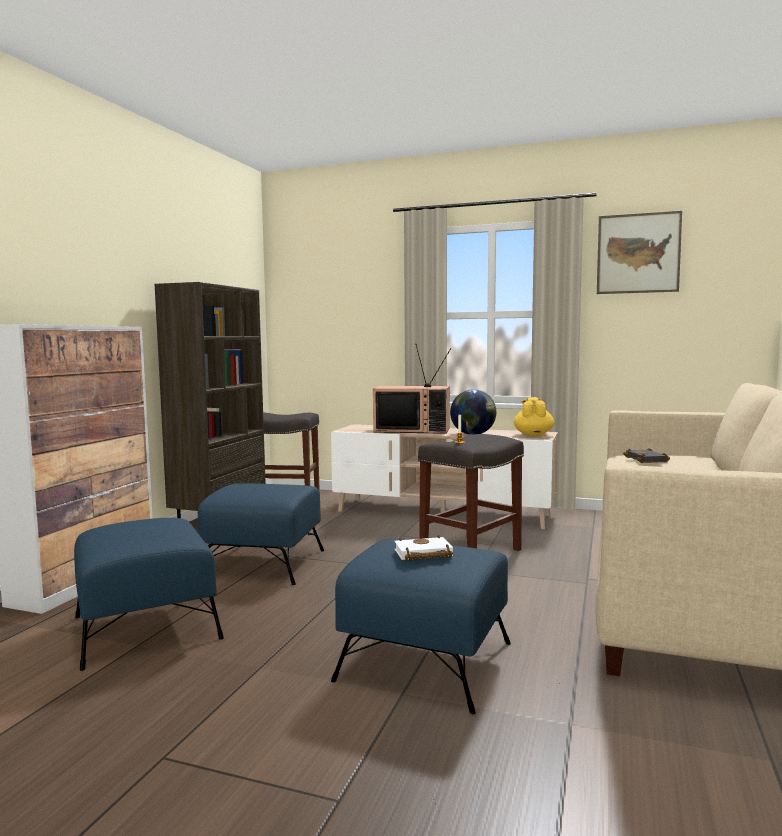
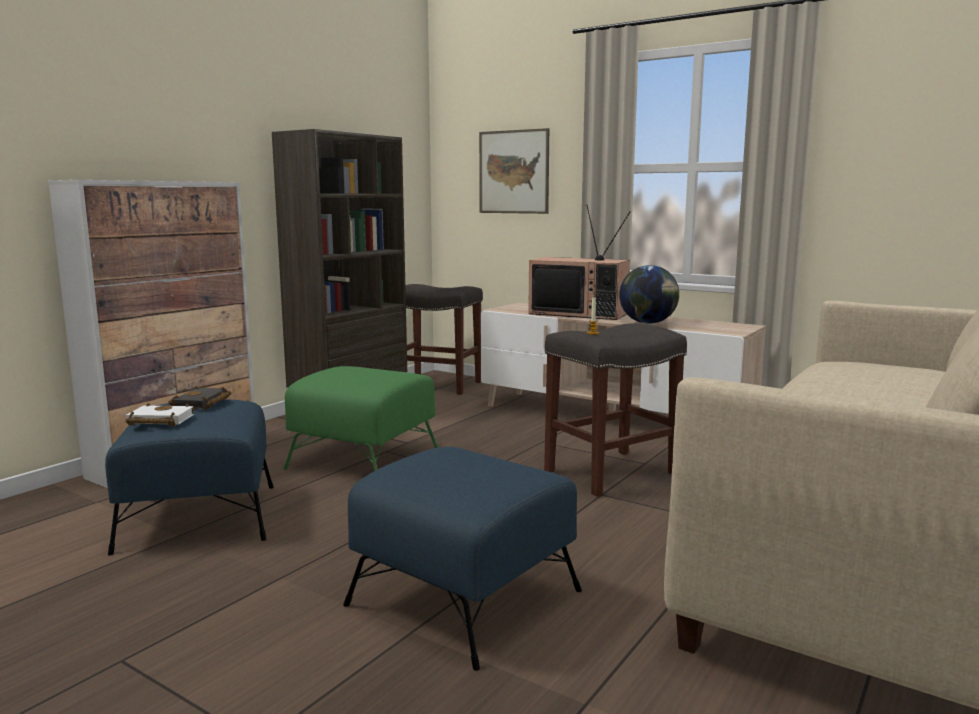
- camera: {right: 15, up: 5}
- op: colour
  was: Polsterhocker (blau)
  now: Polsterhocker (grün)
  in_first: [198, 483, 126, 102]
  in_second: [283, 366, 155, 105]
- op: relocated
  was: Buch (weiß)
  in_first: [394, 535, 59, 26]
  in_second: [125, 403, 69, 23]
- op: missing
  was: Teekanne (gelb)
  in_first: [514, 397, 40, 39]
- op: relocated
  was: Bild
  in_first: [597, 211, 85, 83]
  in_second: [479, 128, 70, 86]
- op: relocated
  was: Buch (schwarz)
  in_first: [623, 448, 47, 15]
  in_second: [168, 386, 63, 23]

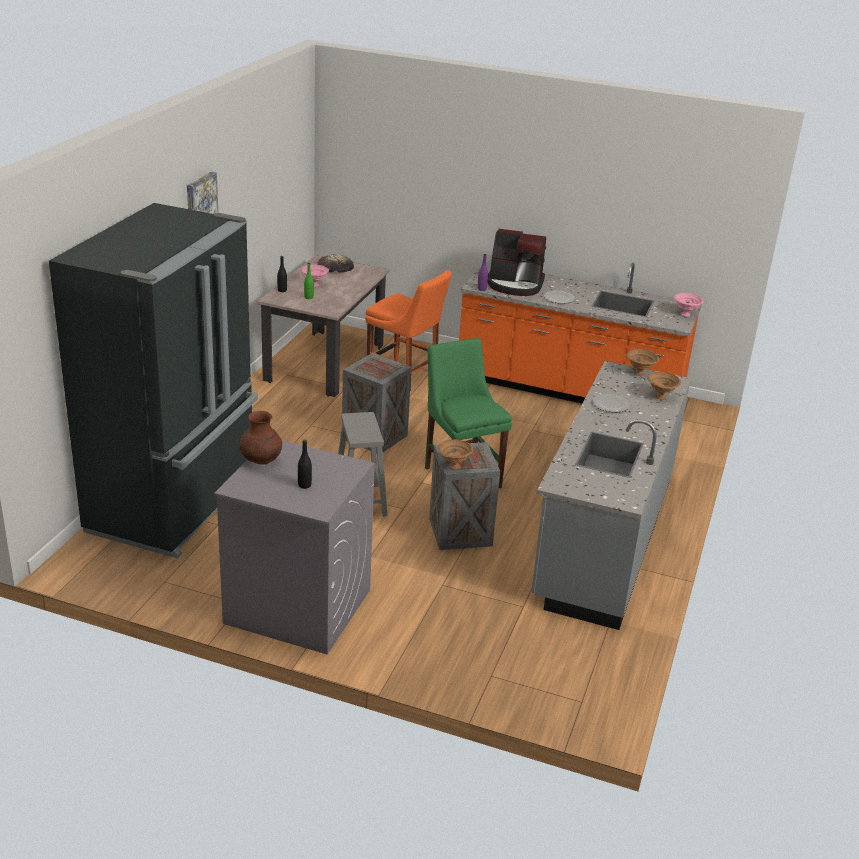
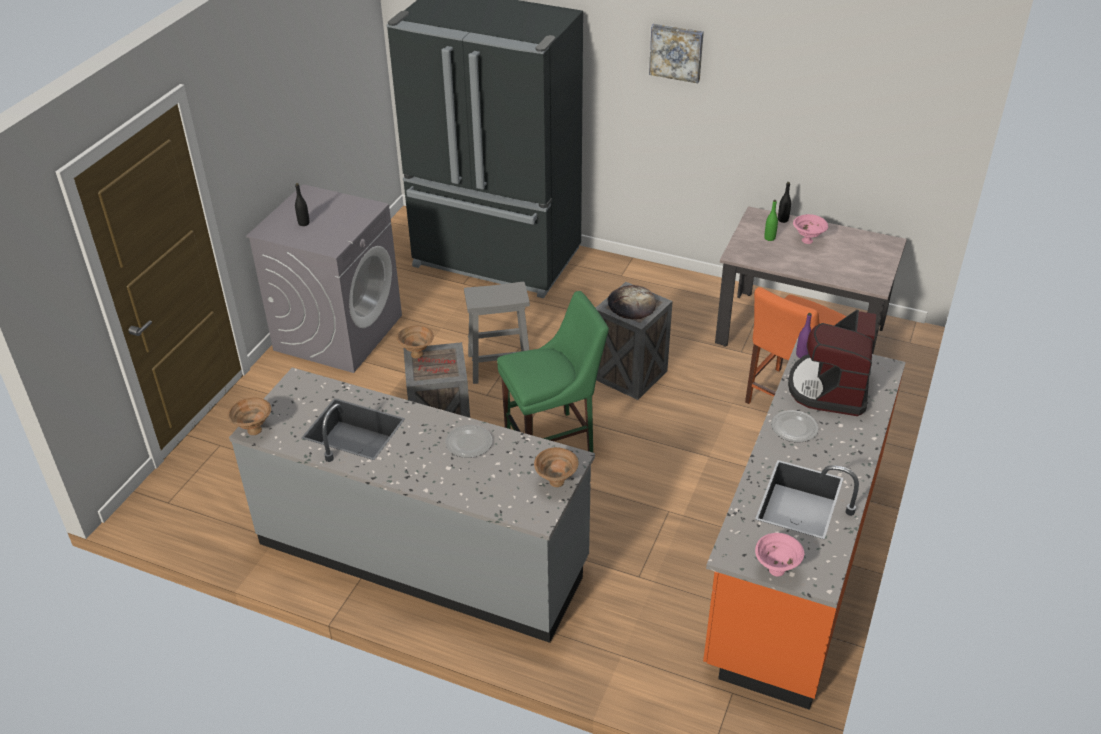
- camera: {right: 95, up: 10}
- op: missing
  was: Vase (braun)
  in_first: [239, 411, 43, 53]
- op: relocated
  was: Brot
  in_first: [317, 254, 37, 18]
  in_second: [607, 285, 49, 34]
- op: relocated
  was: Schüssel (braun)
  in_first: [647, 372, 34, 28]
  in_second: [227, 397, 44, 38]

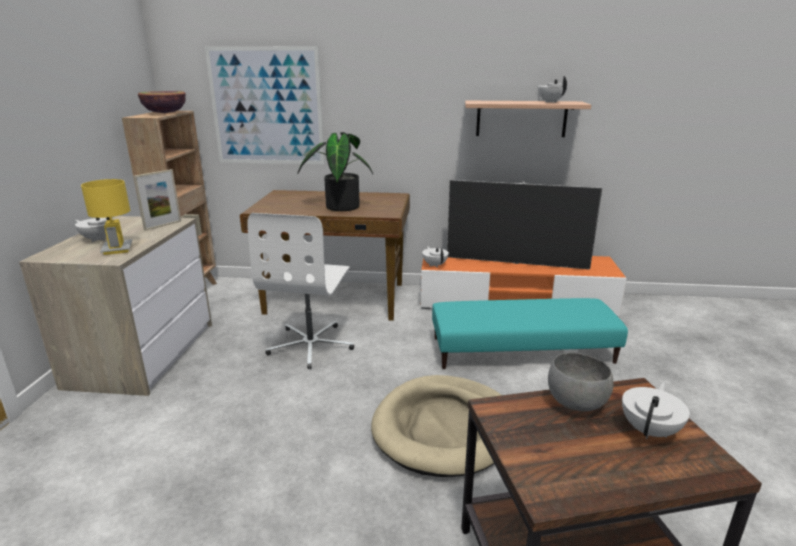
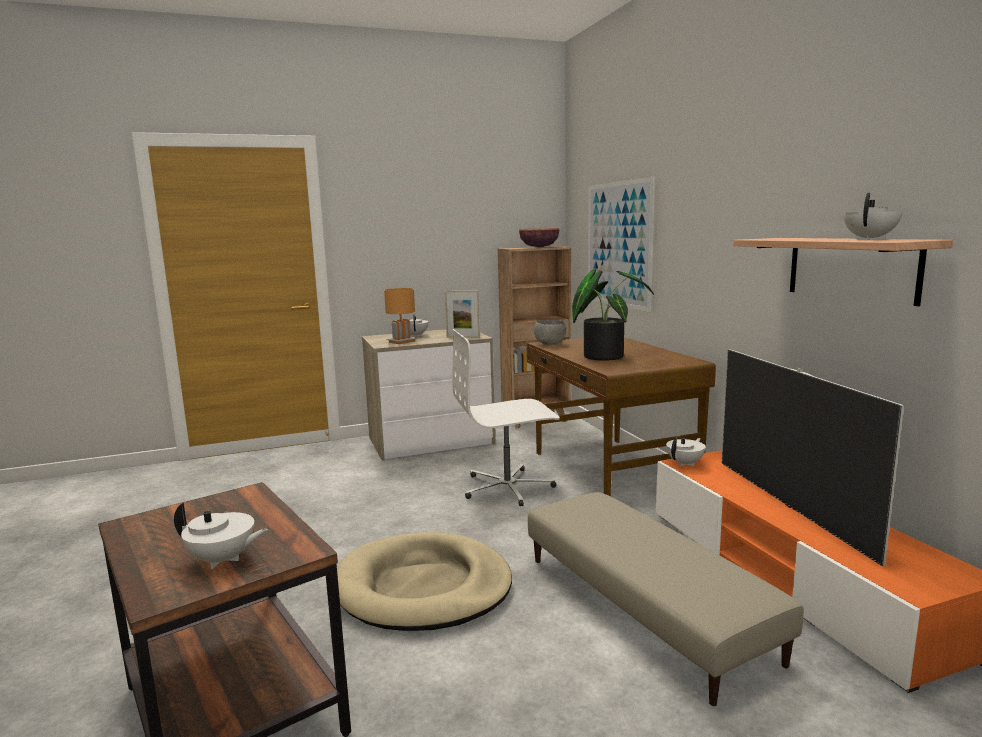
- camera: {right: 65, up: -10}
- op: colour
  was: Tischlampe (gelb)
  now: Tischlampe (braun)
  in_first: [81, 179, 51, 76]
  in_second: [384, 288, 33, 56]
- op: colour
  was: Polsterhocker (türkis)
  now: Polsterhocker (beige)
  in_first: [432, 298, 196, 71]
  in_second: [528, 492, 276, 214]
- op: relocated
  was: Schüssel (grau)
  in_first: [548, 352, 66, 59]
  in_second: [534, 320, 32, 25]

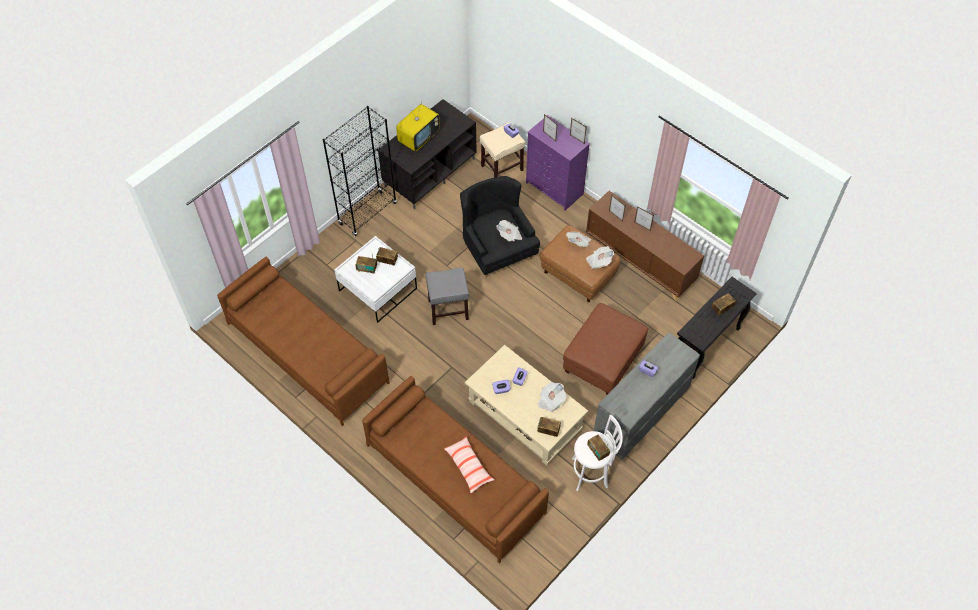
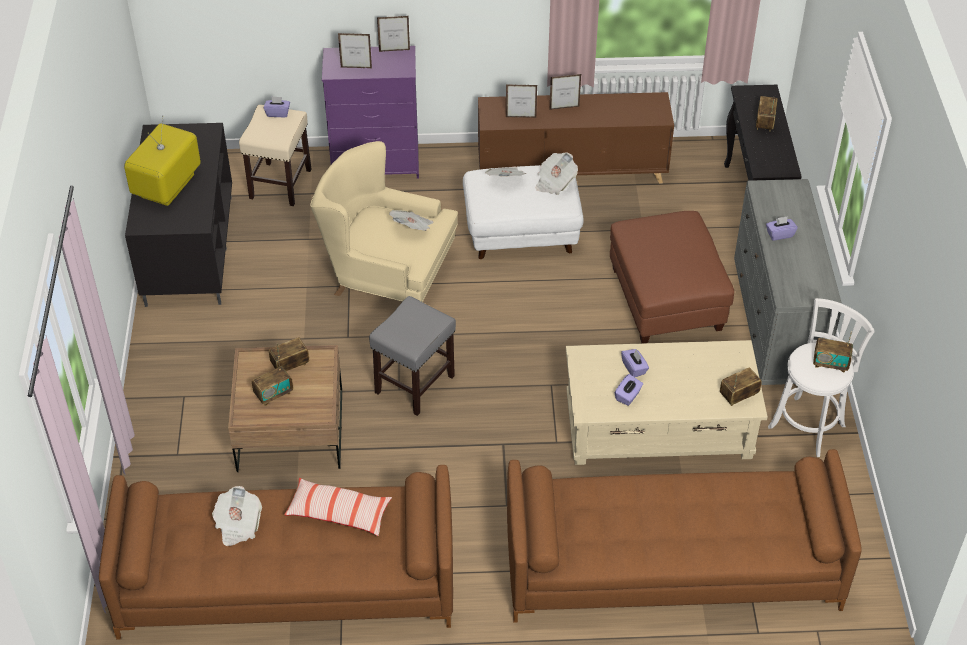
- camera: {right: -45, up: -10}
- op: missing
  was: Bücherregal (schwarz)
  in_first: [323, 106, 74, 130]
- op: colour
  was: Couchtisch (weiß)
  now: Couchtisch (braun)
  in_first: [334, 236, 83, 87]
  in_second: [228, 345, 114, 127]
- op: spun
  was: Fernseher
  in_first: [396, 102, 44, 49]
  in_second: [124, 115, 77, 91]
  clockwise: -150
- op: relocated
  was: Kissen
  in_first: [444, 436, 50, 57]
  in_second: [284, 478, 108, 58]
- op: colour
  was: Sessel (schwarz)
  now: Sessel (beige)
  in_first: [460, 176, 80, 101]
  in_second: [310, 141, 148, 161]
- op: relocated
  was: Zeitung
  in_first: [537, 382, 29, 30]
  in_second: [212, 486, 50, 60]
- op: colour
  was: Polsterhocker (braun)
  now: Polsterhocker (weiß)
  in_first: [540, 225, 81, 77]
  in_second: [463, 165, 121, 94]

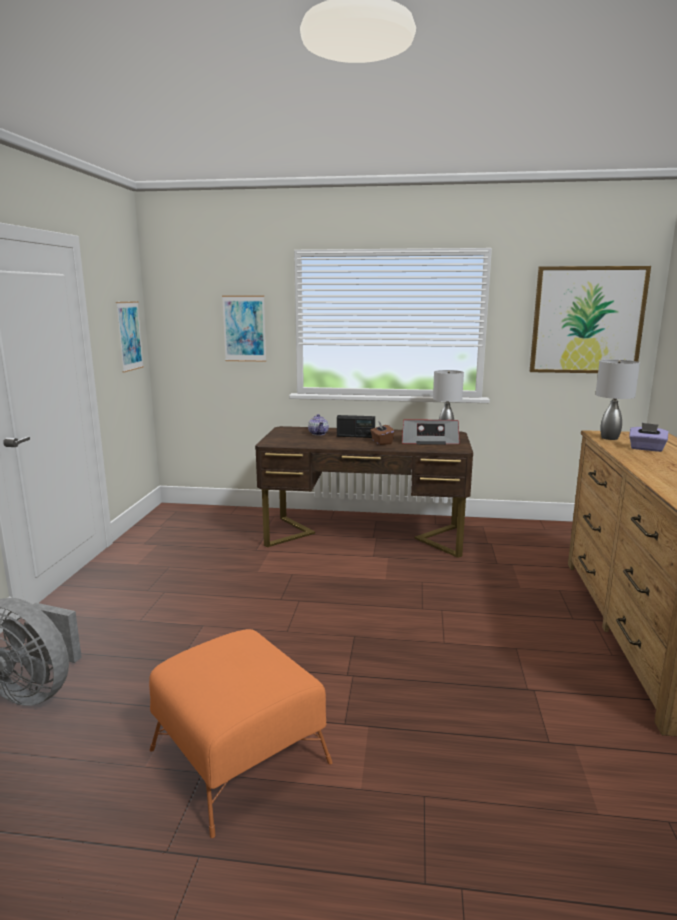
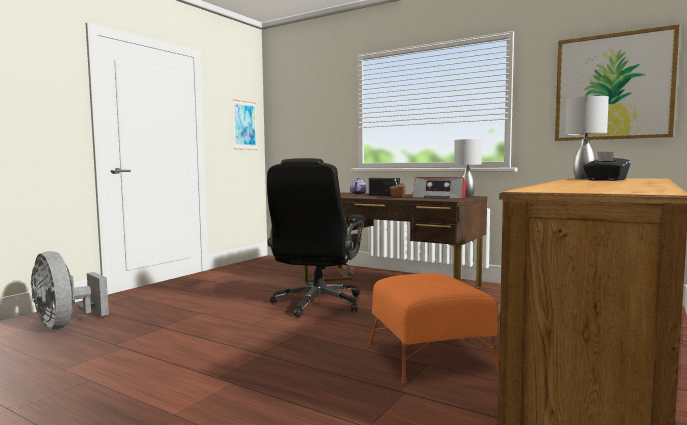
- camera: {right: 25, up: -10}
- op: relocated
  was: Polsterhocker (orange)
  in_first: [149, 629, 184, 209]
  in_second: [369, 273, 130, 110]
- op: missing
  was: Bild
  in_first: [222, 296, 44, 66]
- op: colour
  was: Taschentuchbox (lila)
  now: Taschentuchbox (schwarz)
  in_first: [629, 423, 39, 29]
  in_second: [583, 151, 48, 30]
- op: appeared
  now: Bürostuhl (schwarz)
  in_second: [267, 158, 98, 159]

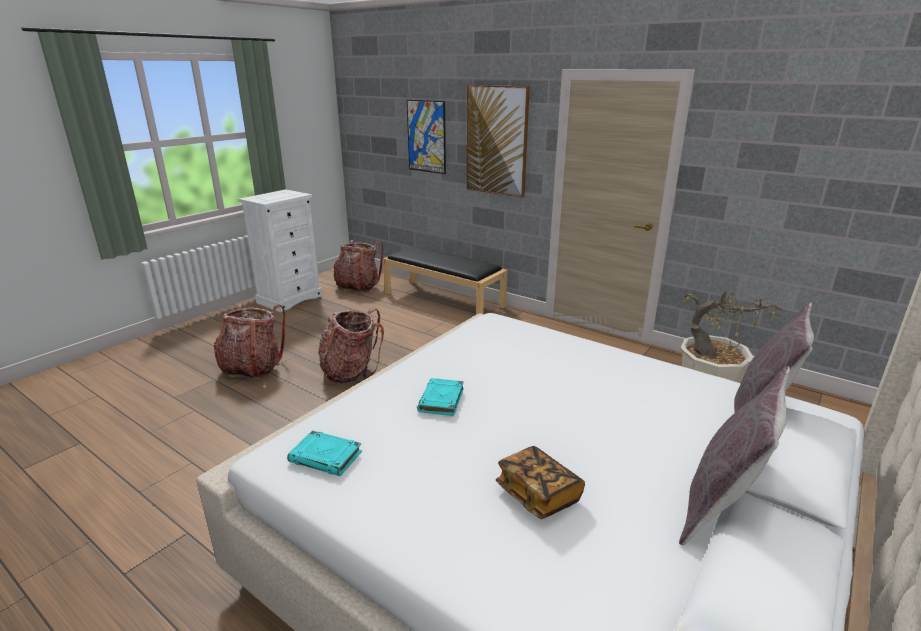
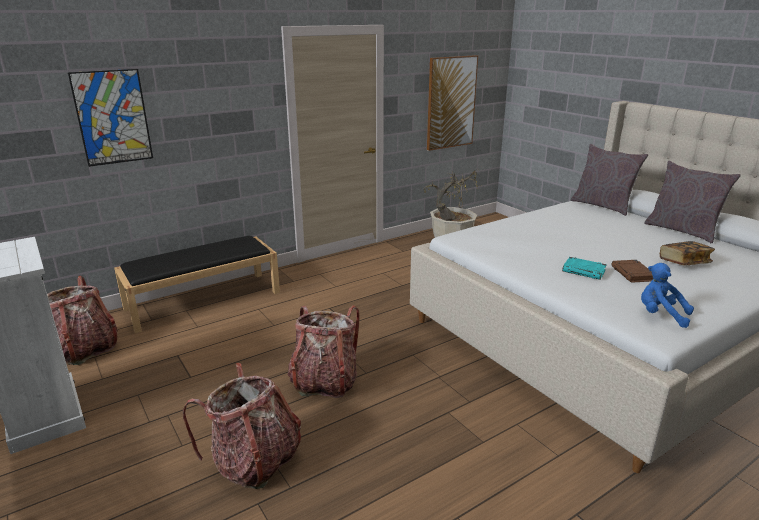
- camera: {right: -70, up: 0}
- op: exchanged
  was: Buch (türkis)
  now: Plüschtier (blau)
  in_first: [287, 430, 75, 46]
  in_second: [641, 263, 53, 65]
- op: relocated
  was: Bild
  in_first: [467, 85, 63, 113]
  in_second: [427, 55, 51, 96]
- op: appeared
  now: Buch (braun)
  in_second: [611, 260, 42, 23]

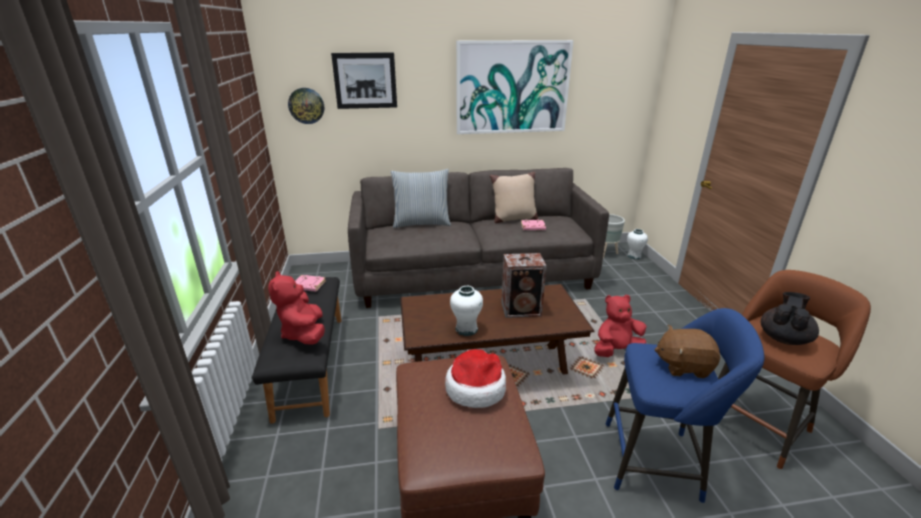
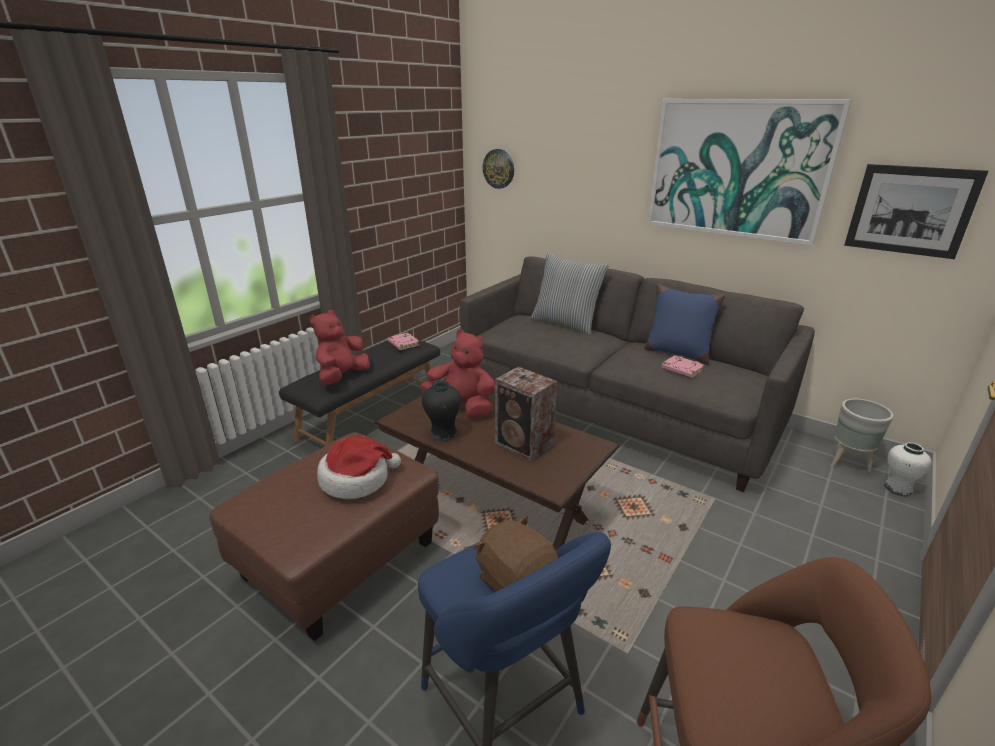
- camera: {right: 45, up: 0}
- op: relocated
  was: Bild
  in_first: [331, 52, 66, 57]
  in_second: [844, 164, 144, 95]
- op: colour
  was: Vase (weiß)
  now: Vase (schwarz)
  in_first: [450, 286, 33, 50]
  in_second: [422, 381, 39, 60]
- op: colour
  was: Kissen (beige)
  now: Kissen (blau)
  in_first: [490, 172, 48, 51]
  in_second: [644, 284, 81, 81]
- op: relocated
  was: Plüschtier (rot)
  in_first: [594, 295, 53, 62]
  in_second: [420, 329, 75, 89]
- op: missing
  was: Teekanne (schwarz)
  in_first: [761, 292, 58, 53]

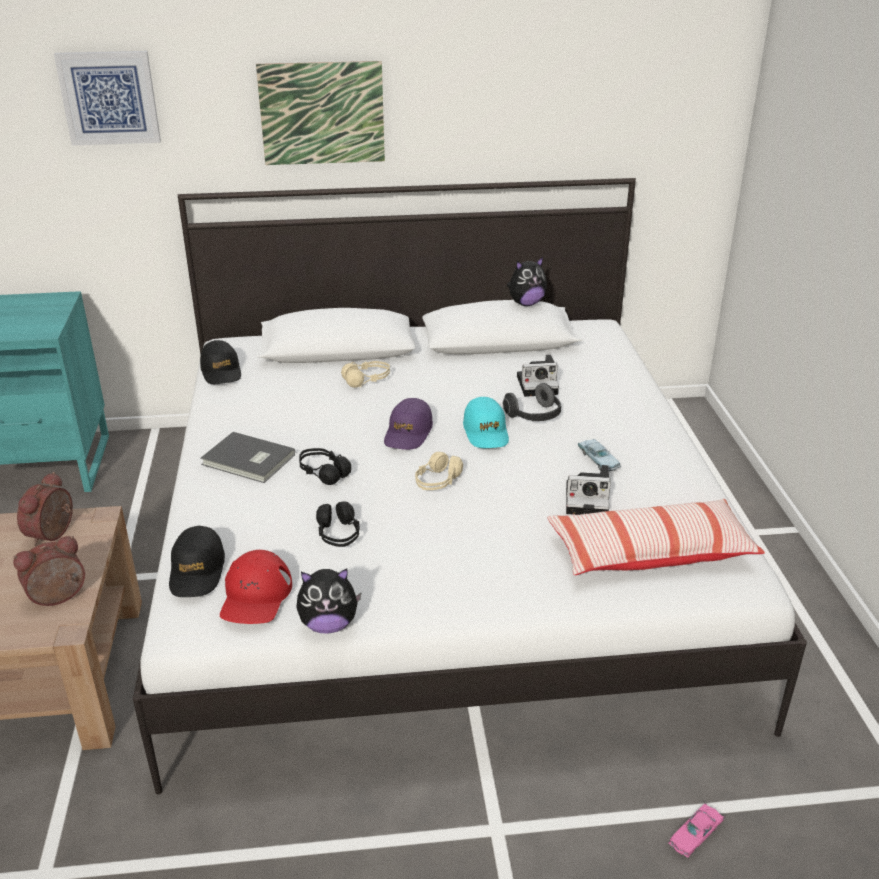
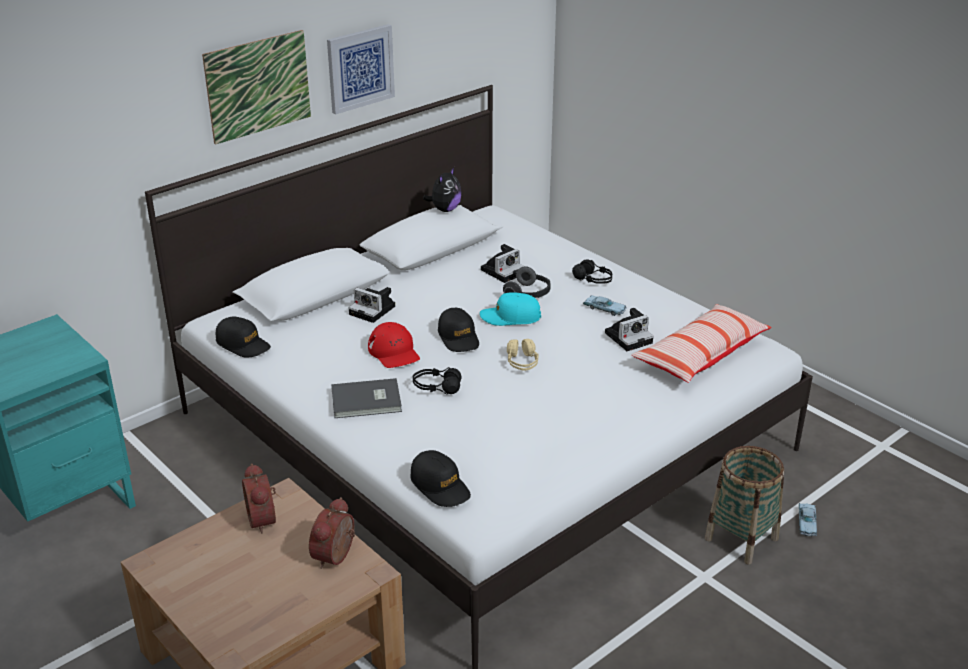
- camera: {right: -35, up: 0}
- op: relocated
  was: Bild
  in_first: [54, 51, 107, 94]
  in_second: [327, 24, 68, 90]
- op: relocated
  was: Kappe (rot)
  in_first: [220, 550, 72, 74]
  in_second: [368, 322, 52, 46]
- op: missing
  was: Plüschtier
  in_first: [296, 569, 66, 65]
- op: relocated
  was: Kopfhörer (schwarz)
  in_first: [316, 501, 44, 46]
  in_second: [572, 259, 40, 25]
- op: exchanged
  was: Kopfhörer (beige)
  now: Kamera
  in_first: [341, 361, 49, 27]
  in_second: [348, 287, 47, 36]
- op: colour
  was: Kappe (lila)
  now: Kappe (schwarz)
  in_first: [384, 398, 49, 52]
  in_second: [438, 308, 41, 44]
- op: spun
  was: Kappe (türkis)
  in_first: [463, 397, 46, 51]
  in_second: [480, 292, 61, 34]
  clockwise: 135
- op: colour
  was: Spielzeugauto (rosa)
  now: Spielzeugauto (blau)
  in_first: [668, 803, 57, 55]
  in_second: [799, 503, 18, 33]
- op: appeared
  now: Korb
  in_second: [705, 446, 79, 119]

